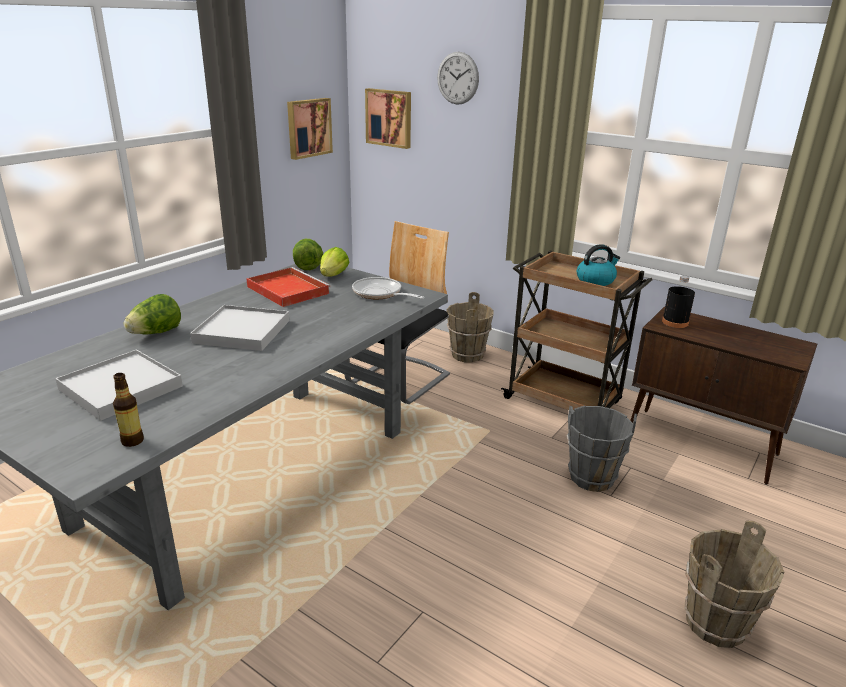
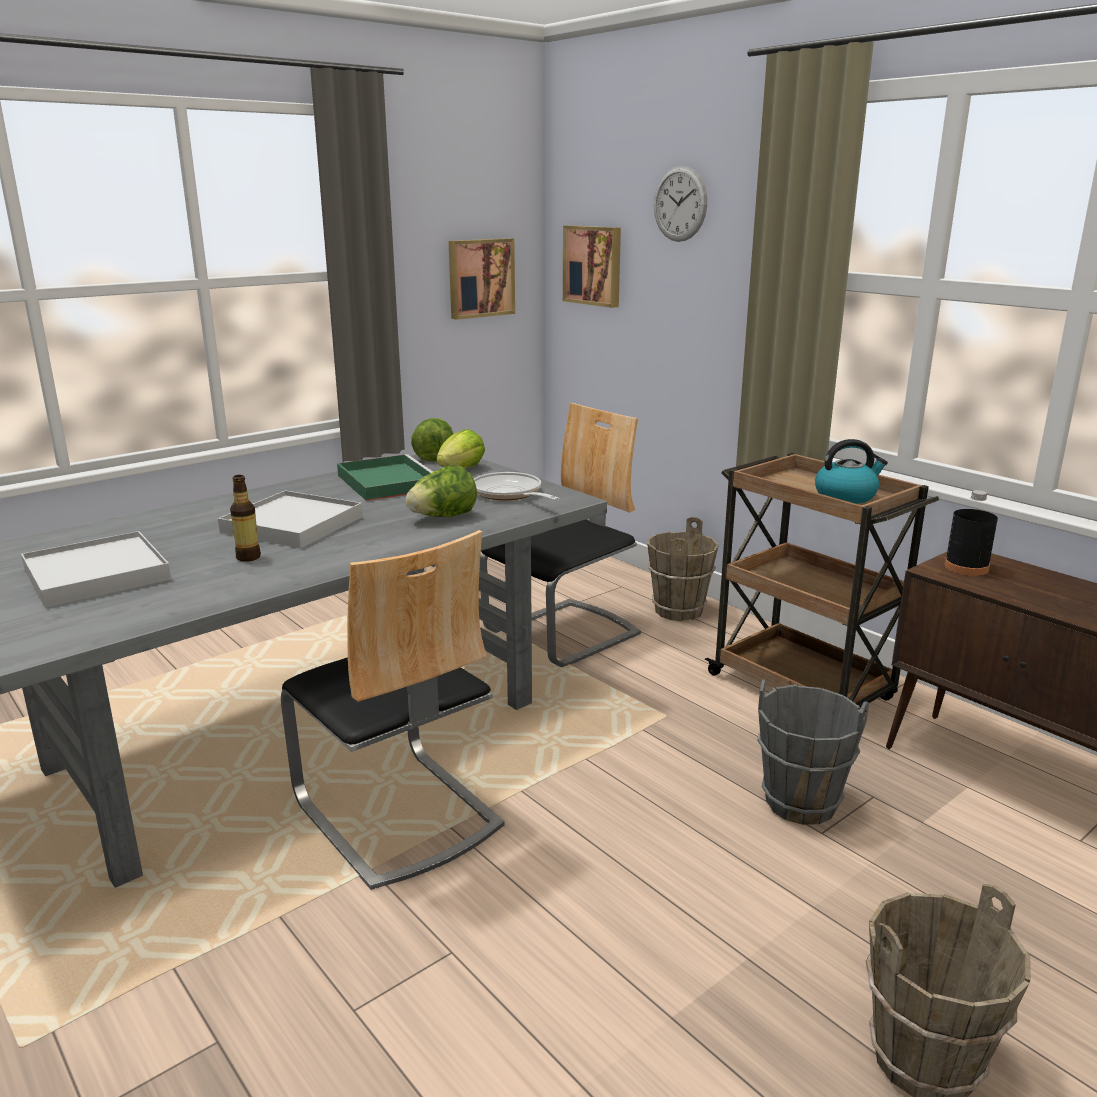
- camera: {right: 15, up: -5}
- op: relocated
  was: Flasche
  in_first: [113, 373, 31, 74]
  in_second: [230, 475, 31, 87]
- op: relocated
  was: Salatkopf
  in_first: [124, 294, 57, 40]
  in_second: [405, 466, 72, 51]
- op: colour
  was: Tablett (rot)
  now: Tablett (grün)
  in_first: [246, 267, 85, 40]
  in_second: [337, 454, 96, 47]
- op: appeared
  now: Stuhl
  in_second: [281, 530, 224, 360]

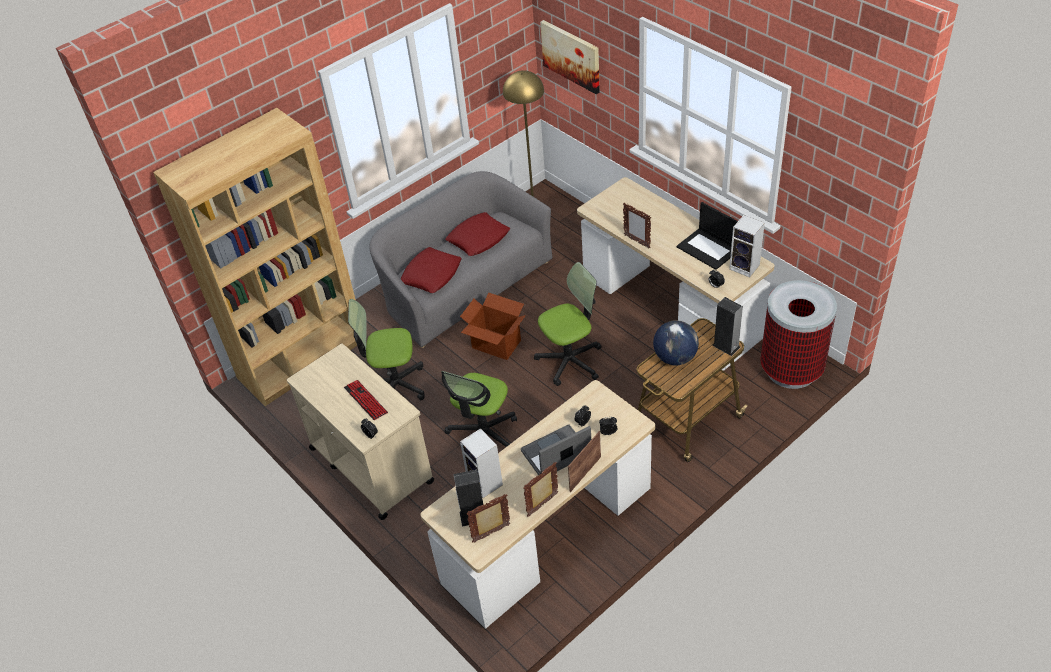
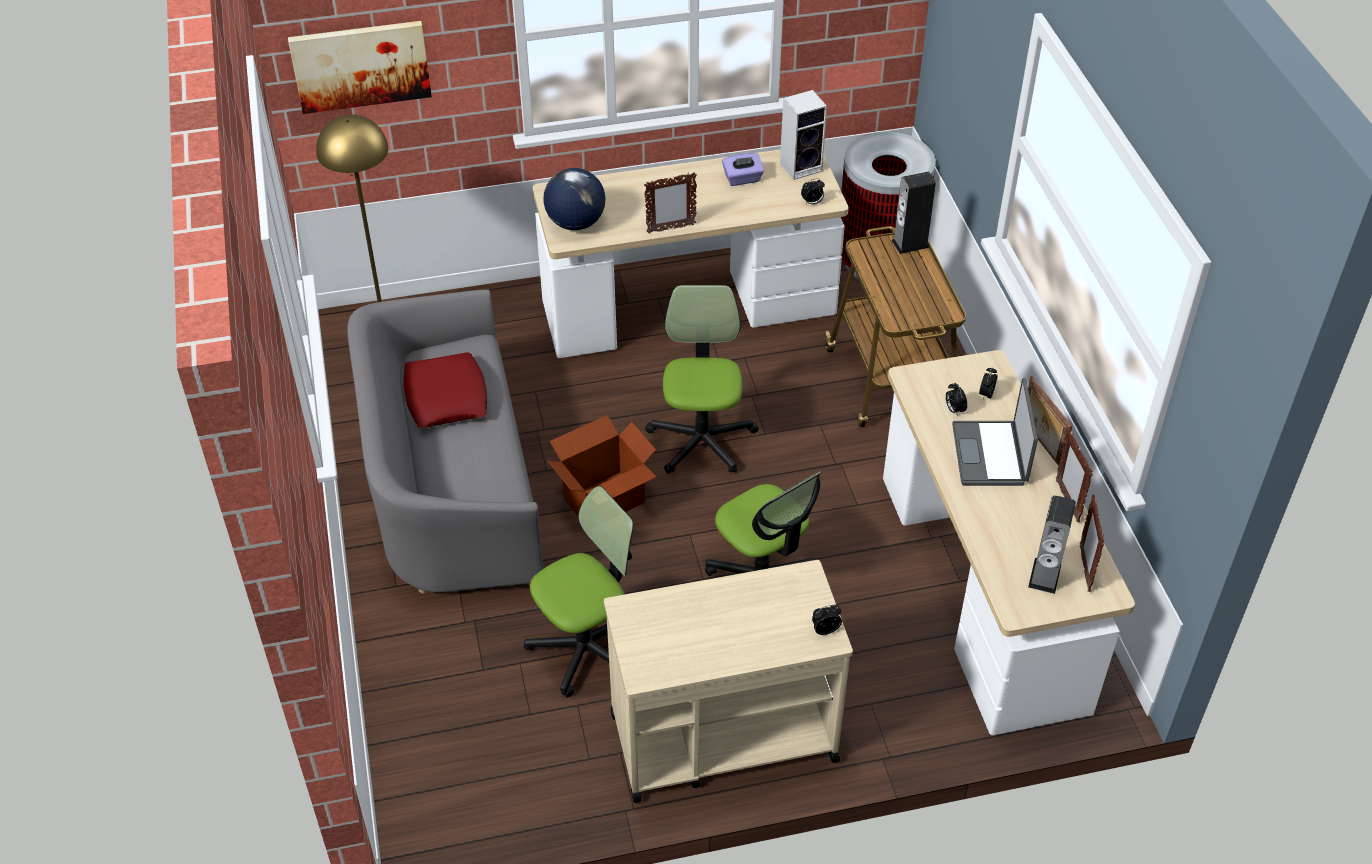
- camera: {right: -65, up: 0}
- op: missing
  was: Bücherregal (braun)
  in_first: [153, 108, 214, 298]
- op: missing
  was: Tastatur
  in_first: [344, 380, 44, 40]
- op: spun
  was: Bürostuhl
  in_first: [348, 299, 77, 101]
  in_second: [524, 486, 109, 212]
  clockwise: -150
- op: missing
  was: Kissen (rot)
  in_first: [401, 247, 60, 46]
- op: missing
  was: Lautsprecher
  in_first: [460, 428, 43, 70]
- op: relocated
  was: Globus
  in_first: [653, 320, 46, 45]
  in_second: [543, 168, 62, 62]
- op: exchanged
  was: Laptop
  now: Taschentuchbox (lila)
  in_first: [677, 202, 61, 68]
  in_second: [722, 153, 42, 33]

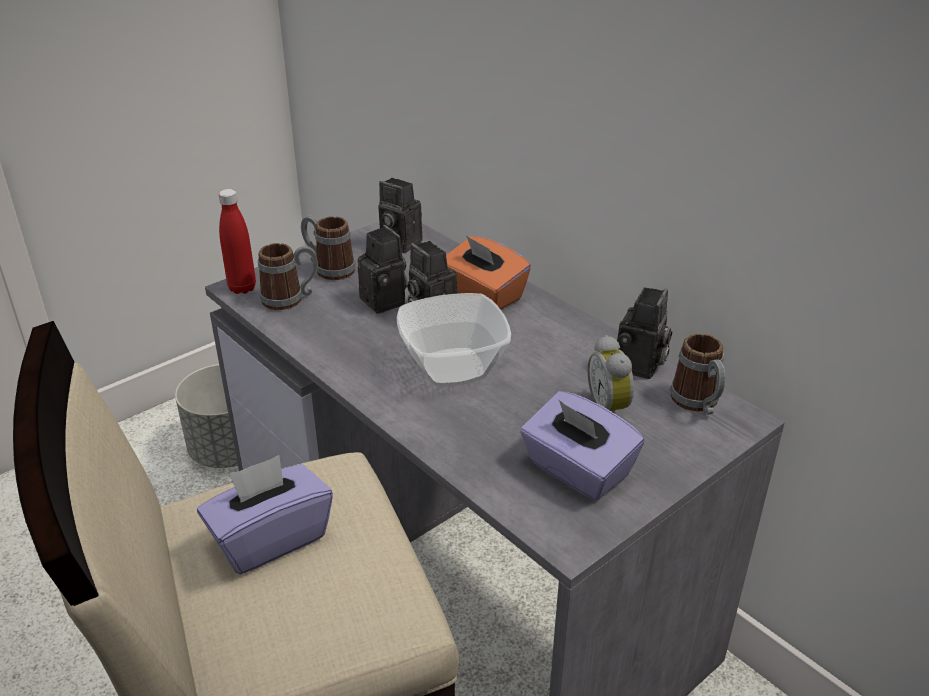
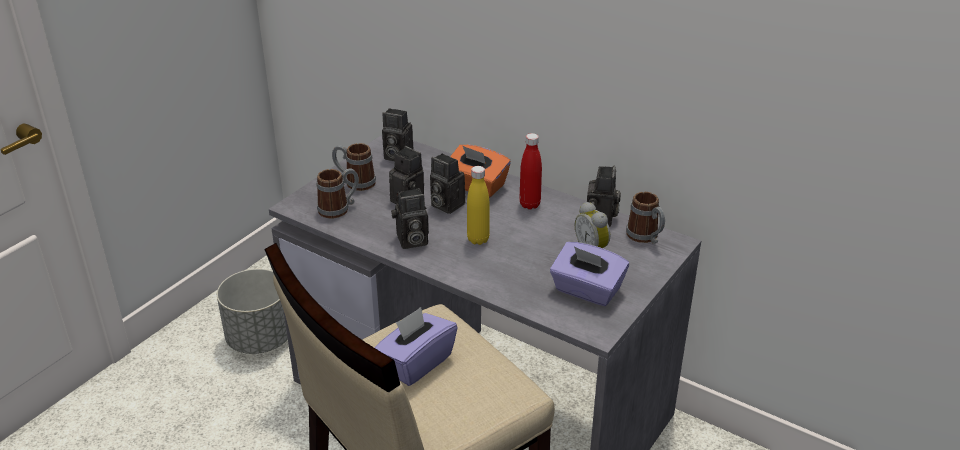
- camera: {right: -15, up: 0}
- op: relocated
  was: Flasche (rot)
  in_first: [218, 189, 38, 105]
  in_second: [520, 133, 22, 76]
- op: exchanged
  was: Schüssel
  now: Flasche (gelb)
  in_first: [397, 293, 114, 94]
  in_second: [467, 166, 23, 79]
- op: appeared
  now: Kamera
  in_second: [391, 188, 38, 61]

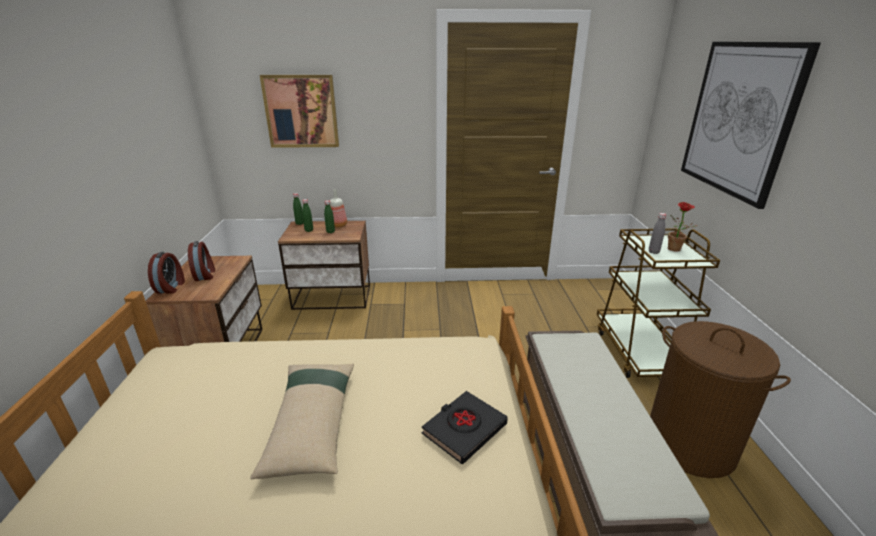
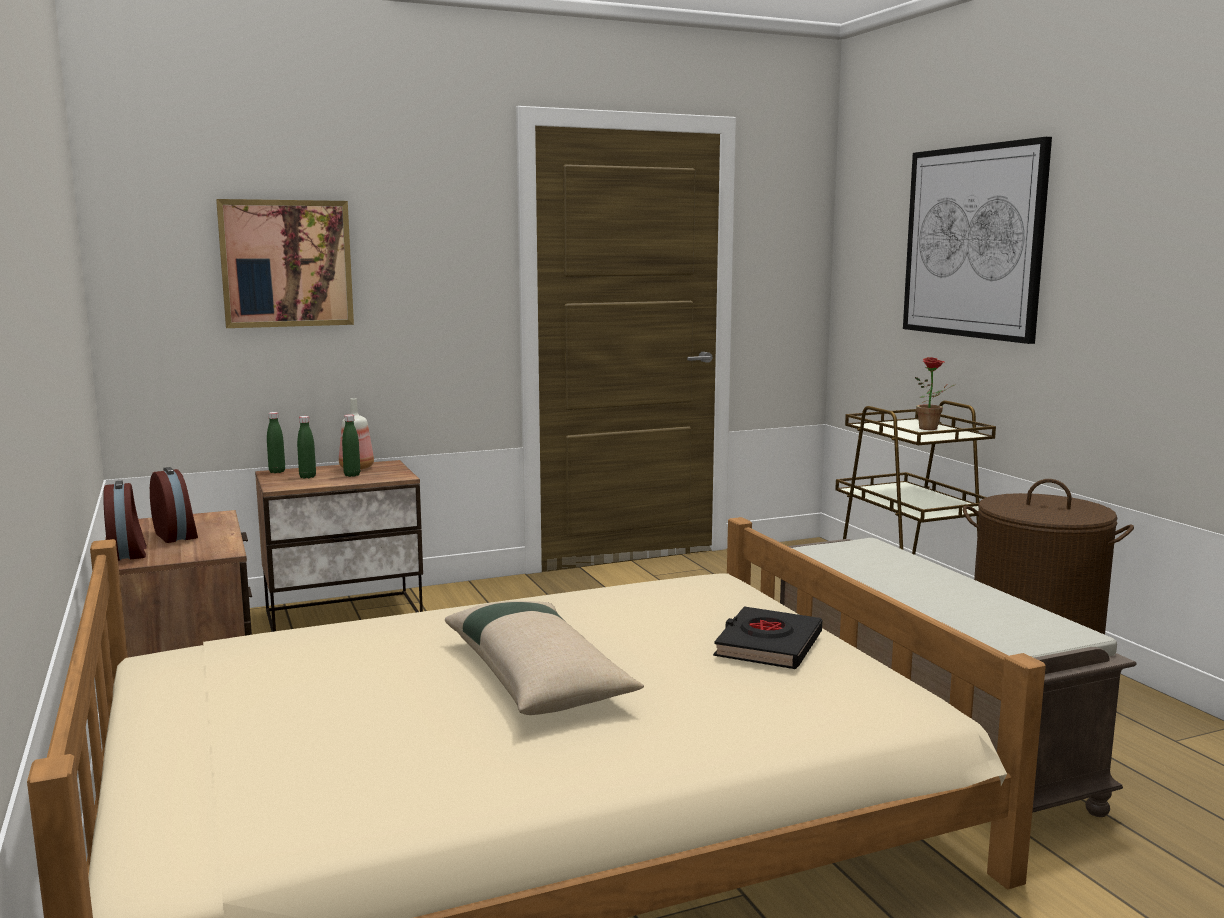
- camera: {right: -20, up: -15}
- op: missing
  was: Flasche (grau)
  in_first: [649, 213, 18, 41]

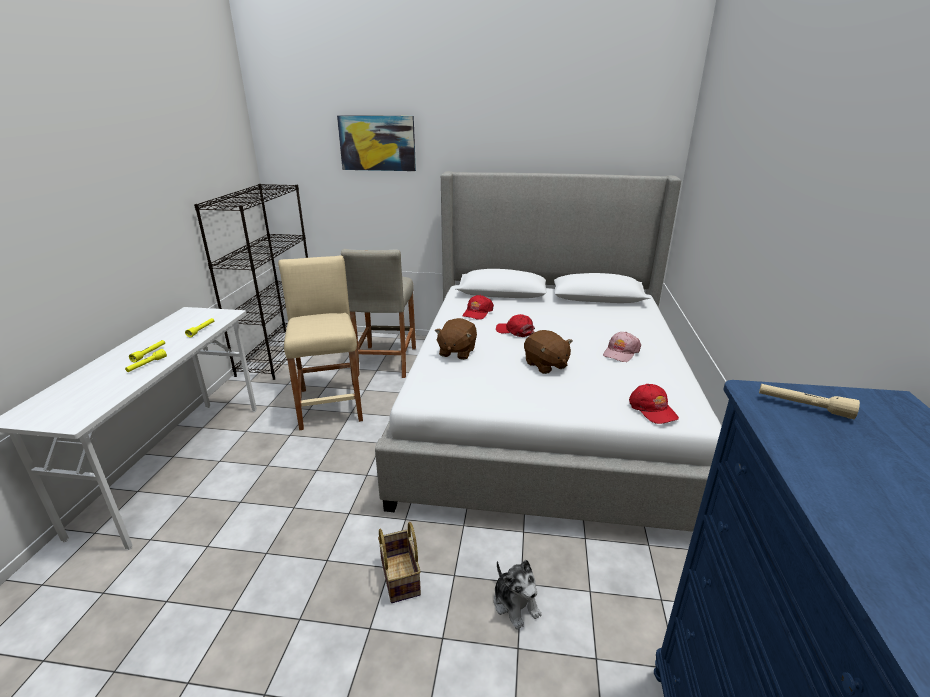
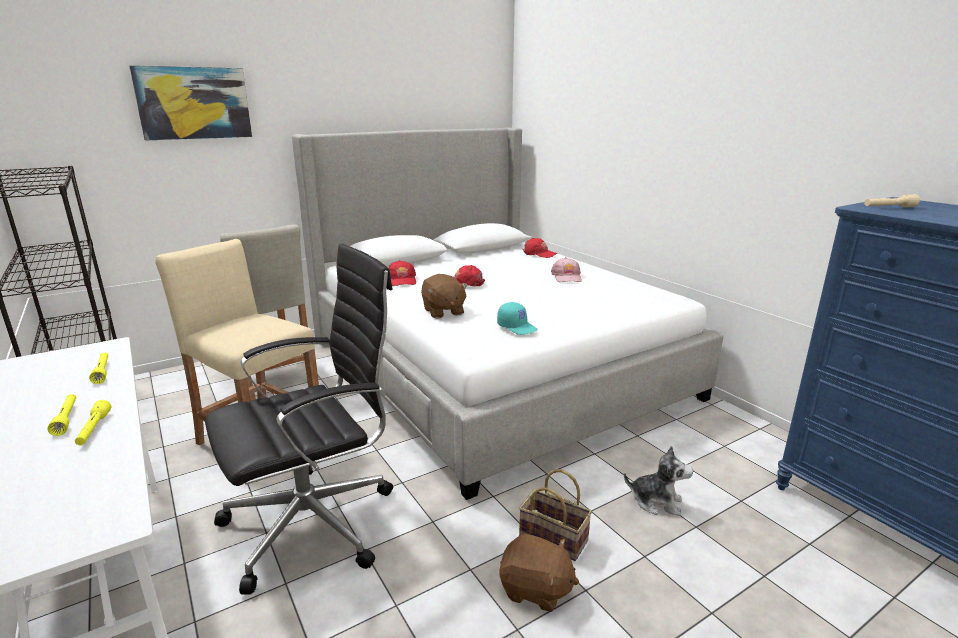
- camera: {right: -40, up: -5}
- op: relocated
  was: Plüschtier (braun)
  in_first: [524, 330, 48, 44]
  in_second: [500, 534, 79, 78]
- op: relocated
  was: Kappe (rot)
  in_first: [629, 384, 50, 40]
  in_second: [523, 238, 34, 20]
- op: appeared
  now: Bürostuhl (schwarz)
  in_second: [205, 244, 188, 351]
- op: appeared
  now: Kappe (türkis)
  in_second: [497, 302, 41, 33]

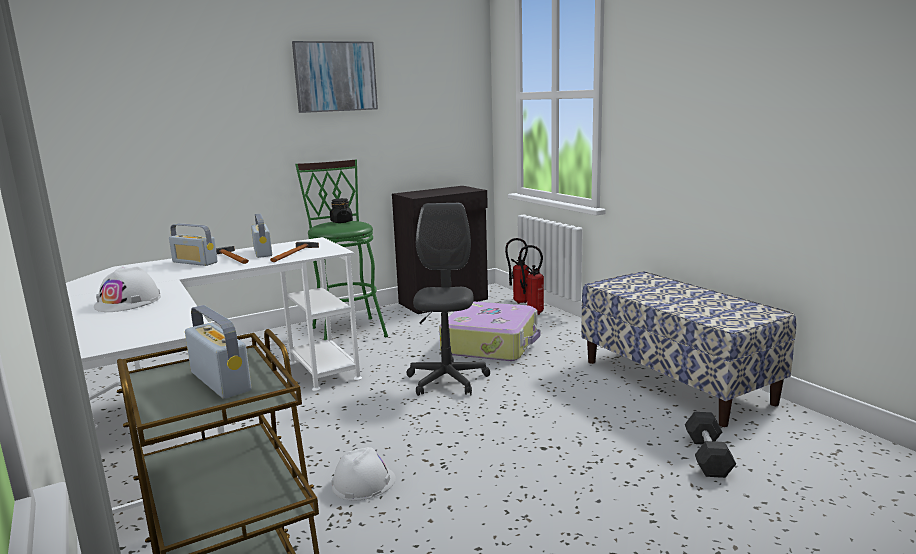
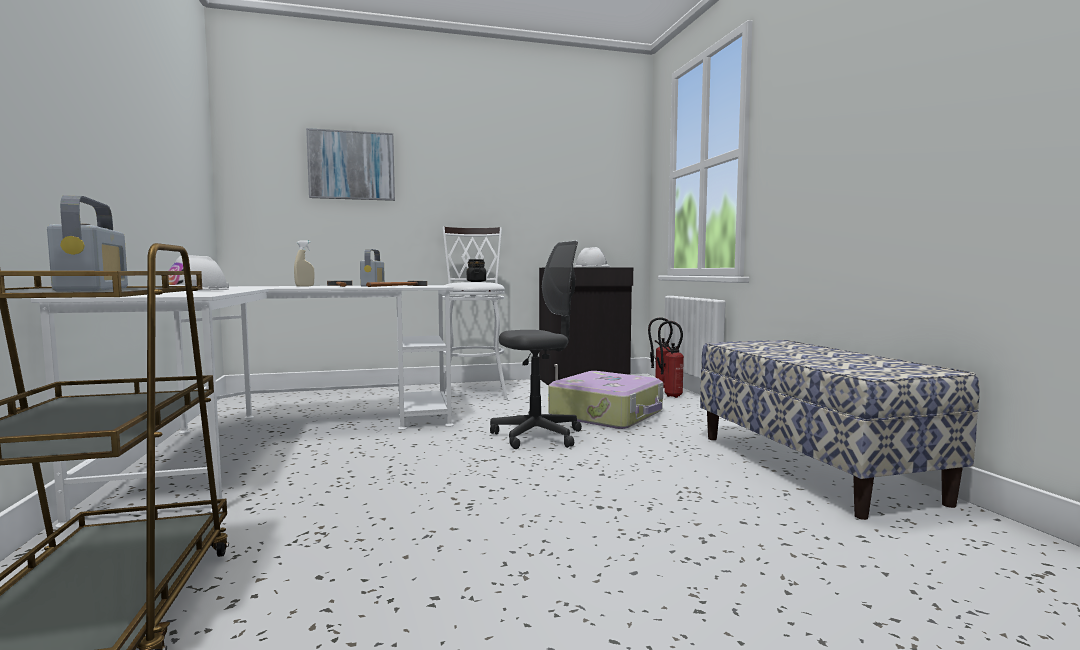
- camera: {right: 15, up: -10}
- op: exchanged
  was: Radio
  now: Sprühflasche (beige)
  in_first: [169, 223, 49, 43]
  in_second: [294, 240, 21, 47]
- op: relocated
  was: Bild
  in_first: [292, 41, 86, 72]
  in_second: [306, 128, 89, 73]
- op: colour
  was: Hocker (grün)
  now: Hocker (weiß)
  in_first: [295, 159, 93, 181]
  in_second: [442, 227, 66, 173]
- op: relocated
  was: Schutzhelm (weiß)
  in_first: [332, 447, 64, 53]
  in_second: [575, 247, 35, 20]
- op: spun
  was: Bürostuhl (grau)
  in_first: [407, 203, 83, 193]
  in_second: [490, 241, 92, 208]
  clockwise: 45
- op: missing
  was: Hantel (schwarz)
  in_first: [685, 412, 51, 66]

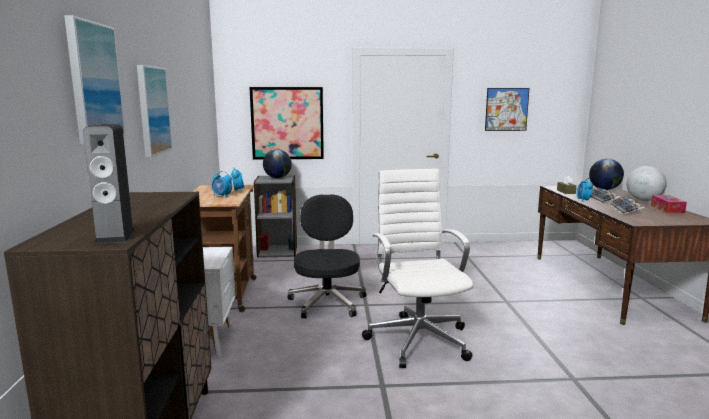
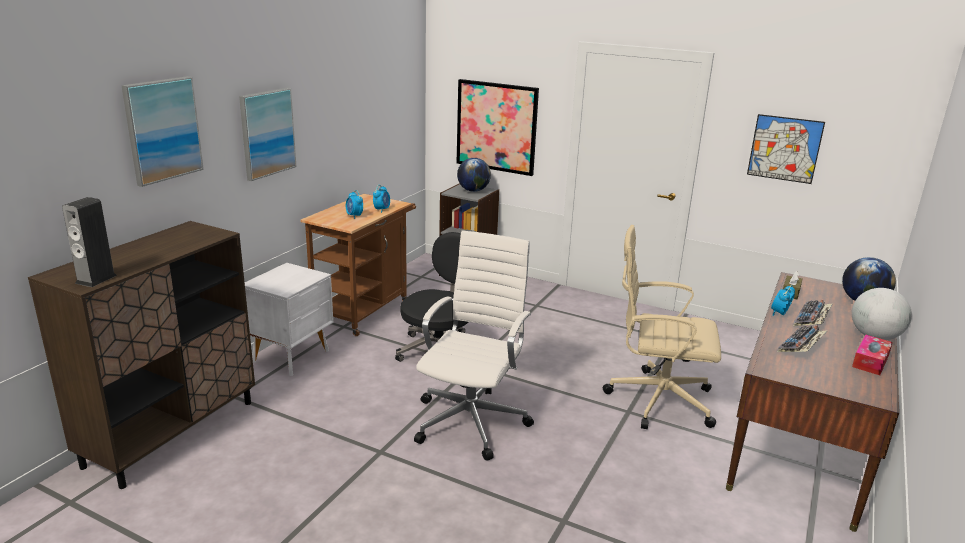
- camera: {right: 30, up: 10}
- op: appeared
  now: Bürostuhl (beige)
  in_second: [603, 225, 118, 204]

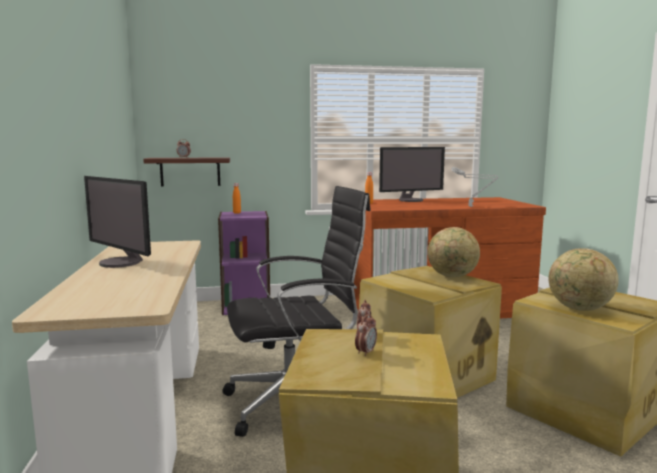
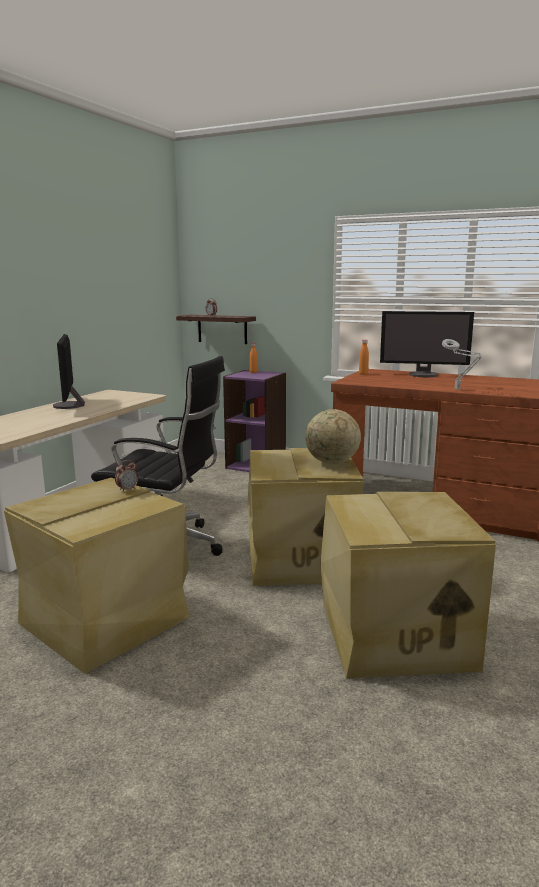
- camera: {right: 35, up: 5}
- op: missing
  was: Wecker
  in_first: [355, 314, 22, 42]
- op: missing
  was: Globus
  in_first: [549, 248, 69, 63]

